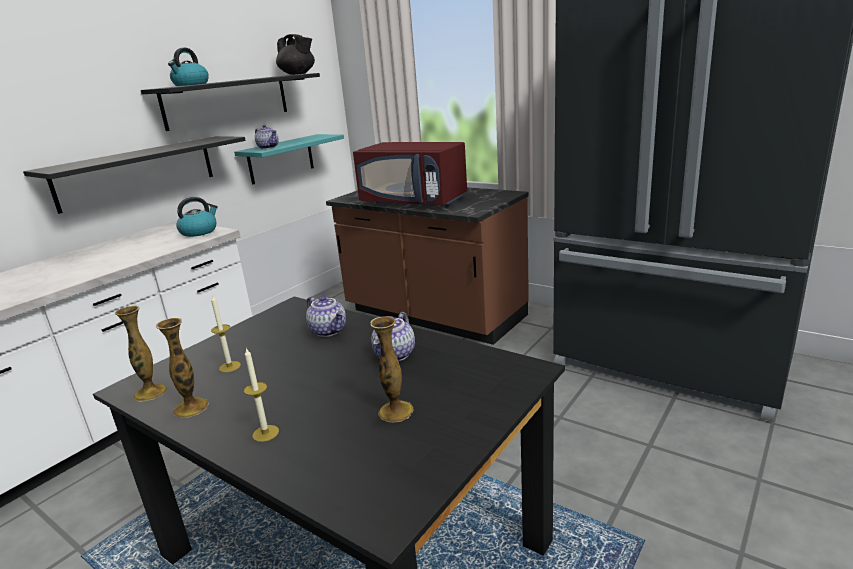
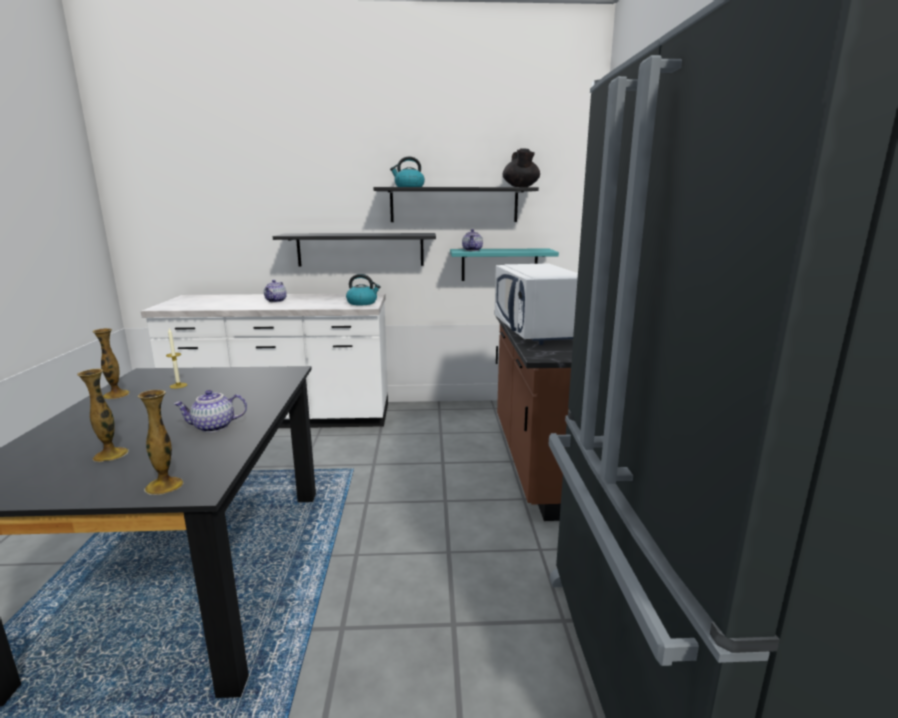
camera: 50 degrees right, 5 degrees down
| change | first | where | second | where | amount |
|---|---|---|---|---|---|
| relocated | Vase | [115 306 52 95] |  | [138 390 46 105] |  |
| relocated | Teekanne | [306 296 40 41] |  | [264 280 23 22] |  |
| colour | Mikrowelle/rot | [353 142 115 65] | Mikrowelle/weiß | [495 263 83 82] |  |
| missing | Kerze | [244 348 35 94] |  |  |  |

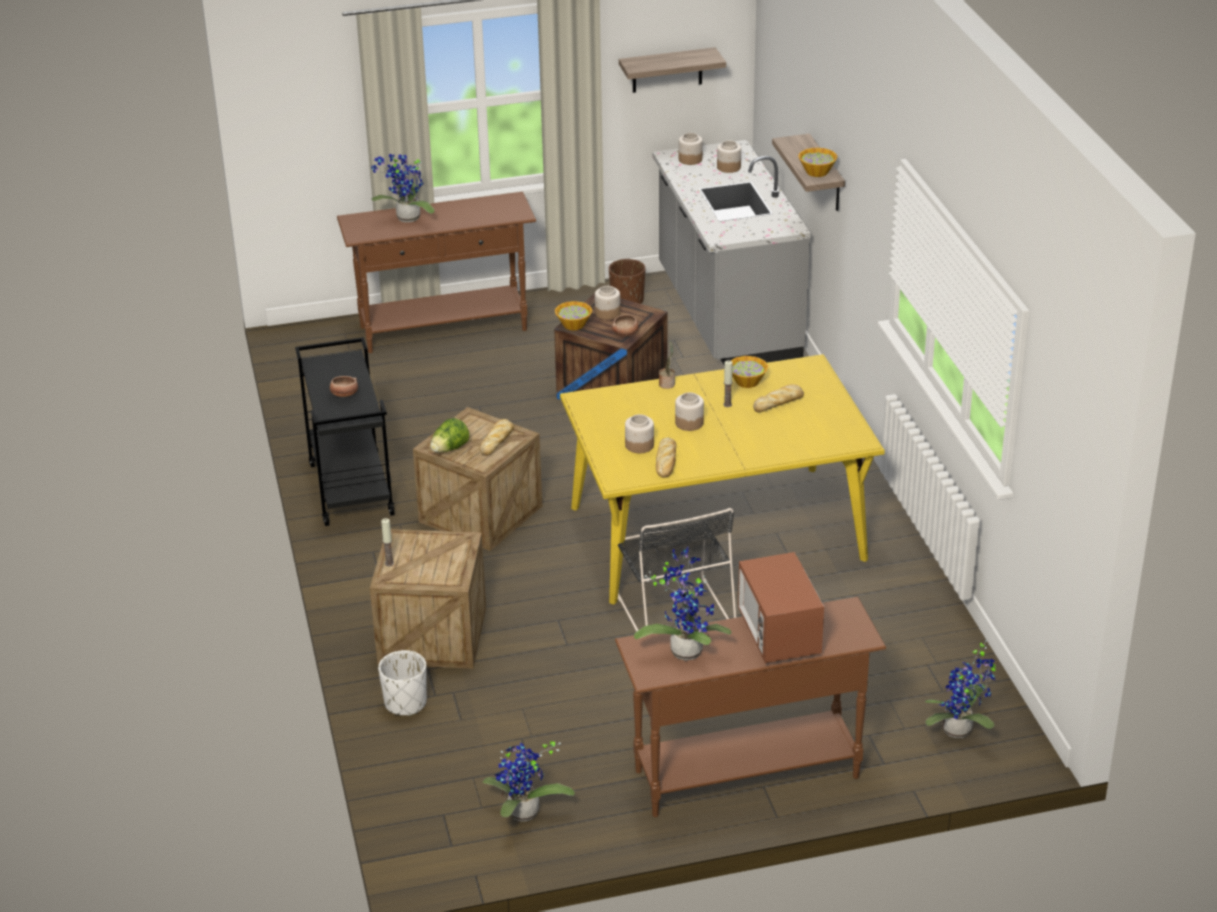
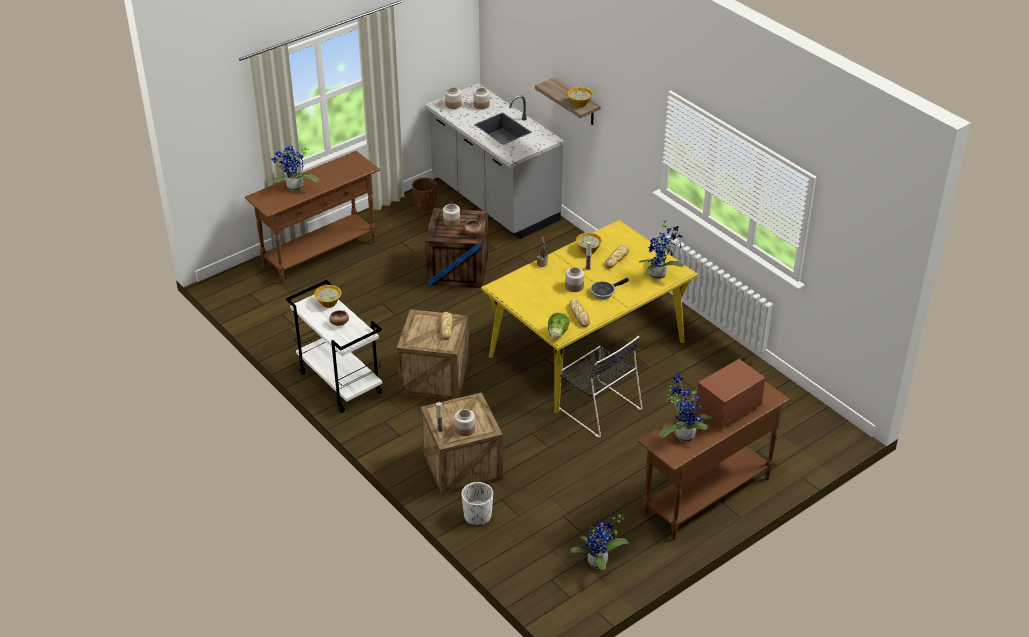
camera: 25 degrees left, 5 degrees up
| change | first | where | second | where | amount |
|---|---|---|---|---|---|
| colour | Rollwagen/schwarz | [295 337 99 189] | Rollwagen/weiß | [286 280 96 133] |  |
| relocated | Schüssel | [555 301 37 29] |  | [314 285 28 23] |  |
| relocated | Vorratsglas | [625 414 29 39] |  | [455 409 20 27] |  |
| relocated | Salatkopf | [430 418 39 35] |  | [548 313 22 26] |  |
| appeared |  |  | Pfanne | [590 278 39 21] |  |
| relocated | Topfpflanze | [925 640 71 98] |  | [639 220 45 59] |  |
| spun | Mikrowelle | [738 552 86 111] |  | [695 359 70 70] | 90 degrees clockwise |
| missing | Wandregal | [619 47 107 46] |  |  |  |

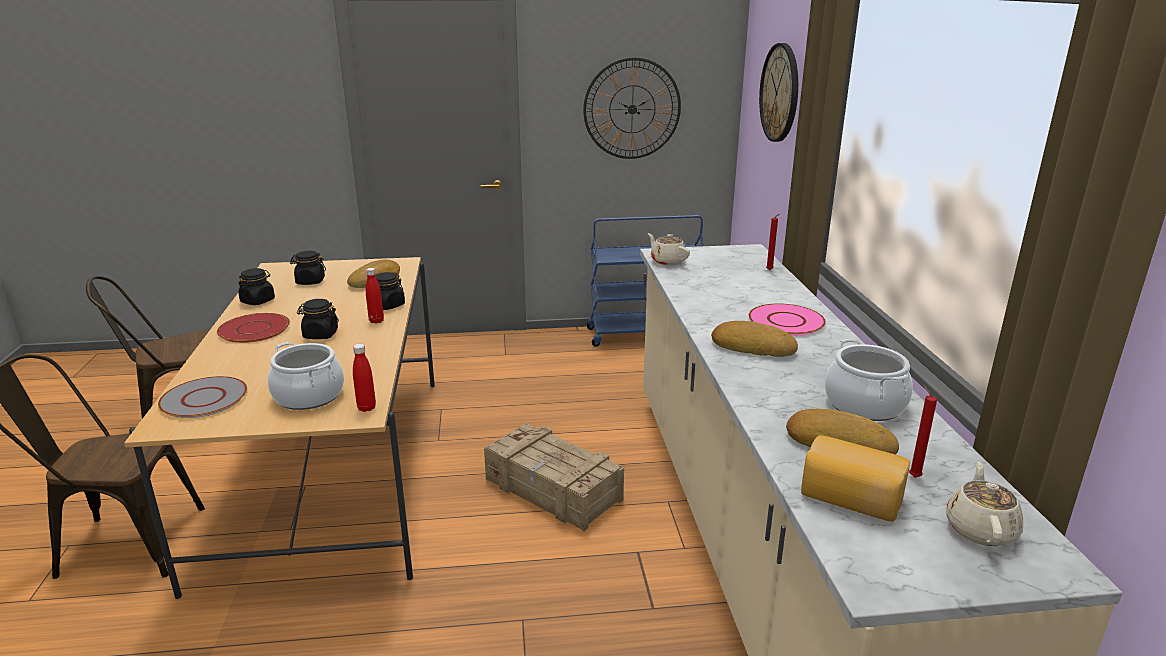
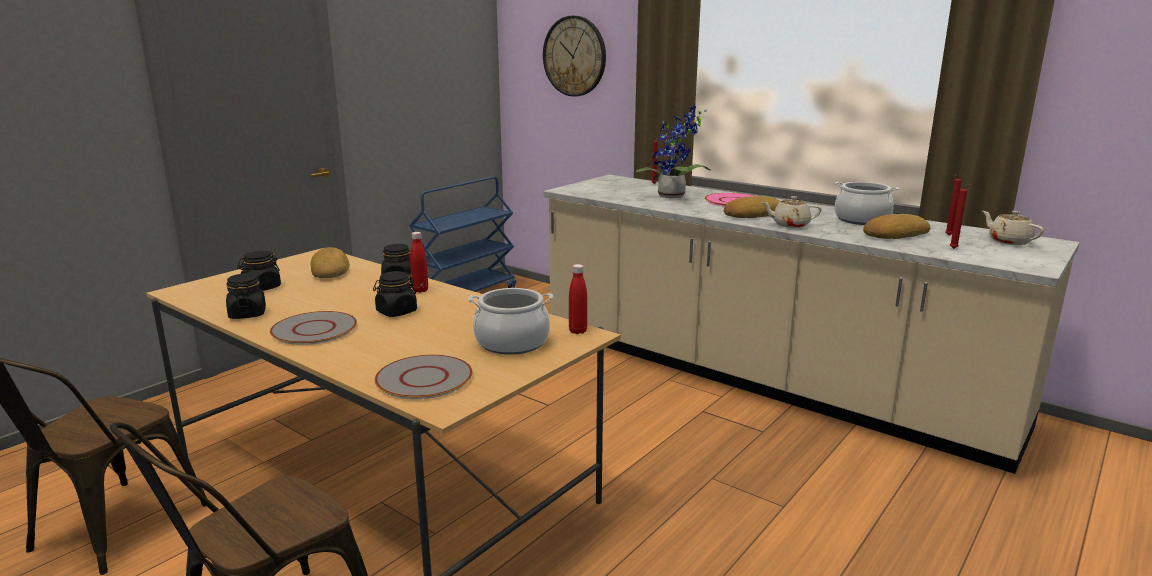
camera: 45 degrees left, 5 degrees down
| change | first | where | second | where | amount |
|---|---|---|---|---|---|
| colour | Teller/rot | [217 313 73 30] | Teller/grau | [270 311 87 34] |  |
| appeared |  |  | Topfpflanze | [635 105 76 94] |  |
| relocated | Teekanne/beige | [648 233 42 33] |  | [762 196 60 32] |  |
| exchanged | Brot | [801 435 109 87] | Kerze/rot | [950 184 21 65] |  |
| missing | Kiste | [484 423 140 108] |  |  |  |
| missing | Wanduhr | [583 57 98 102] |  |  |  |

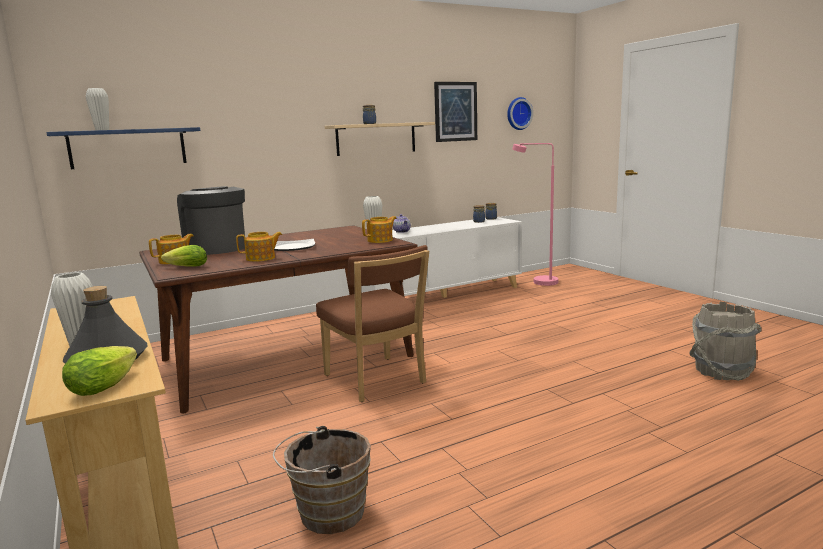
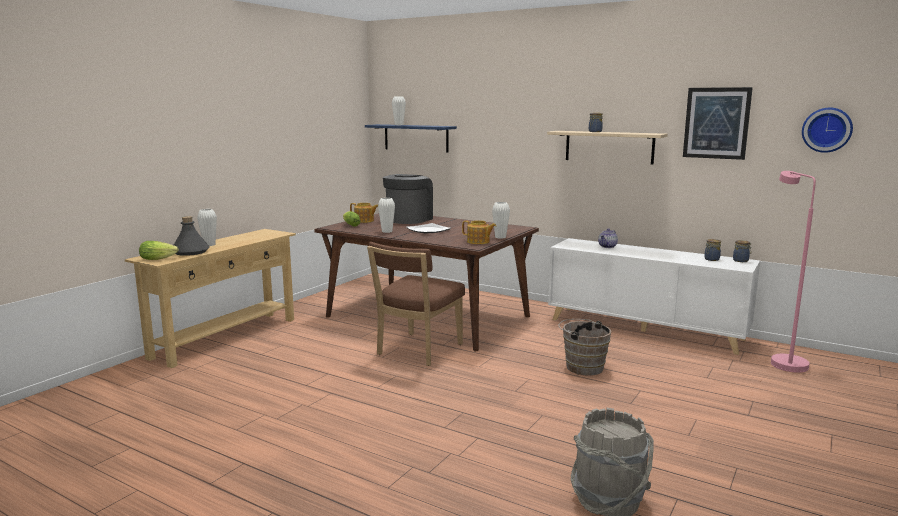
camera: 60 degrees right, 0 degrees up
| change | first | where | second | where | amount |
|---|---|---|---|---|---|
| exchanged | Teekanne | [236 232 46 30] | Vase/weiß | [378 198 17 35] |  |
| relocated | Eimer/braun | [273 426 98 108] |  | [558 319 53 56] |  |

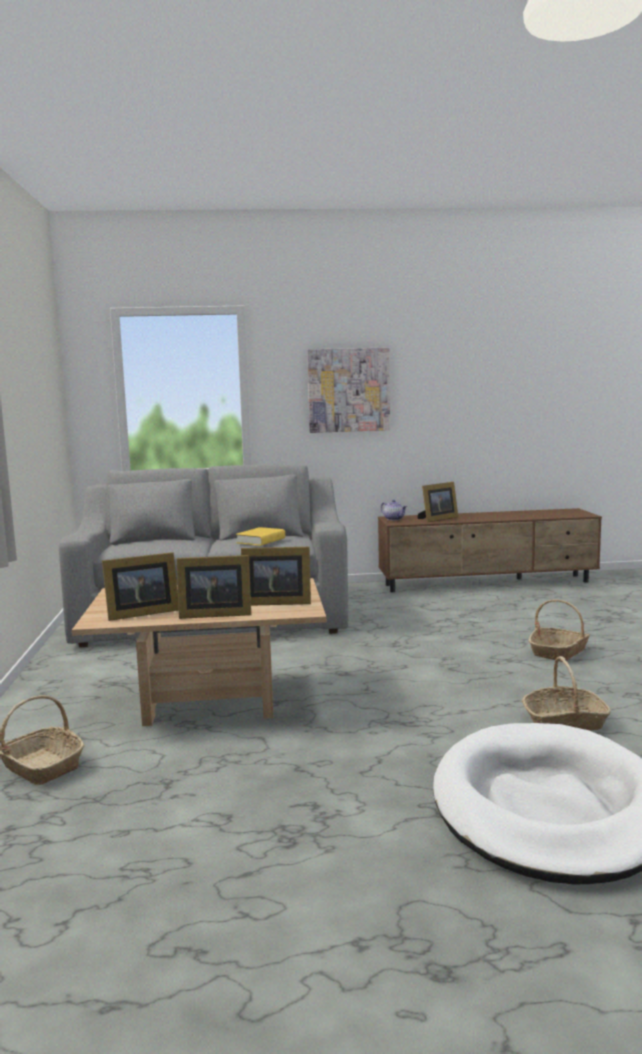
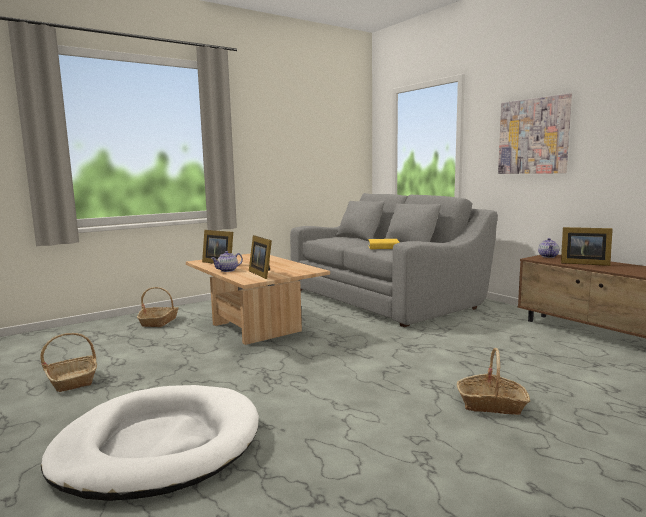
camera: 60 degrees right, 0 degrees up
| change | first | where | second | where | amount |
|---|---|---|---|---|---|
| relocated | Korb | [522 656 89 75] |  | [40 333 57 59] |  |
| exchanged | Bilderrahmen | [177 555 74 64] | Teekanne | [211 251 32 21] |  |

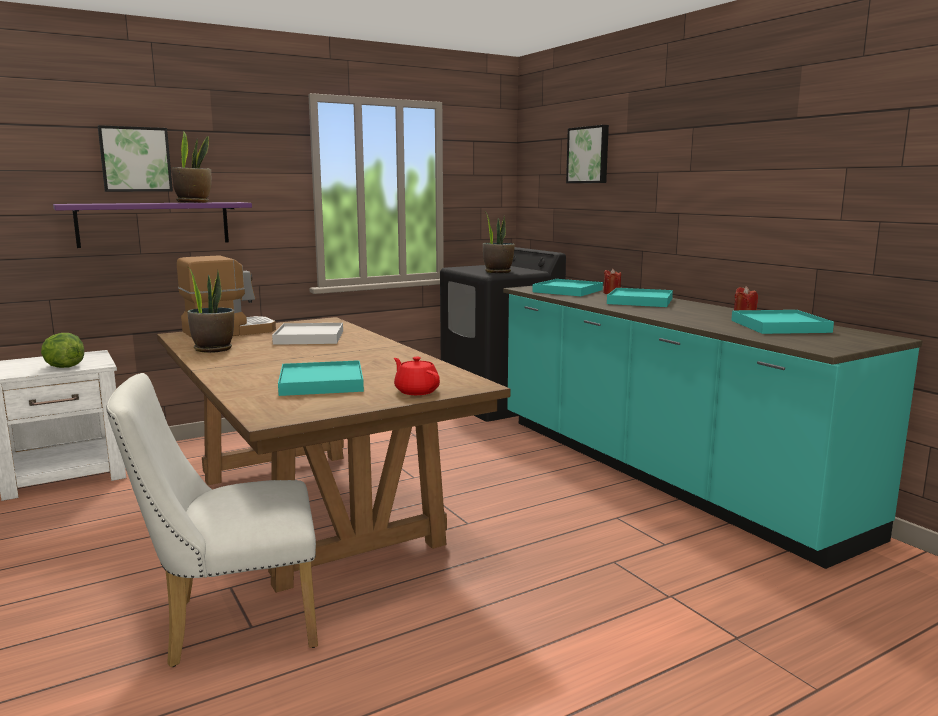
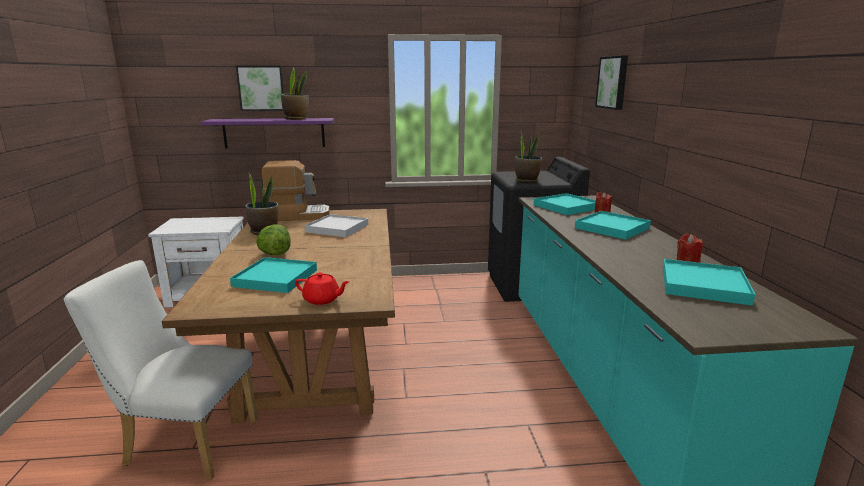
camera: 25 degrees right, 5 degrees up
| change | first | where | second | where | amount |
|---|---|---|---|---|---|
| relocated | Salatkopf | [41 333 43 35] |  | [256 225 35 30] |  |
| spun | Teekanne/rot | [394 357 46 38] |  | [295 272 55 33] | 120 degrees clockwise |

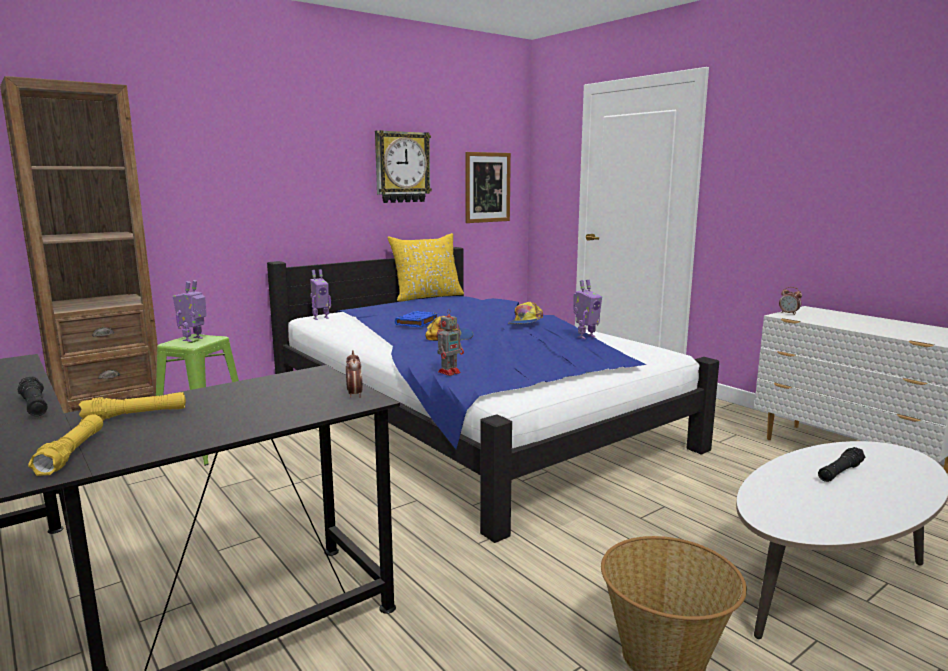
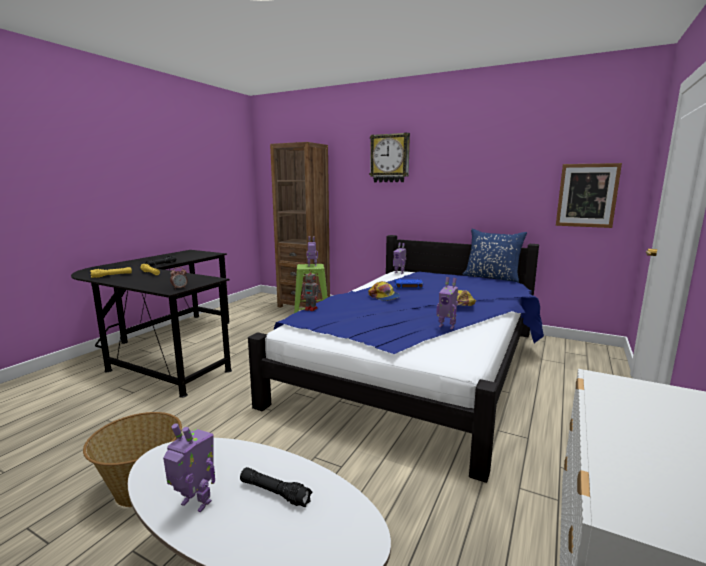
camera: 65 degrees right, 0 degrees up
| change | first | where | second | where | amount |
|---|---|---|---|---|---|
| appeared |  |  | Spielzeugroboter | [163 424 52 88] |  |
| relocated | Wanduhr | [375 130 57 73] |  | [369 133 41 49] |  |
| colour | Kissen/gelb | [387 233 77 68] | Kissen/blau | [463 229 64 53] |  |
| missing | Wecker | [779 287 23 28] |  |  |  |

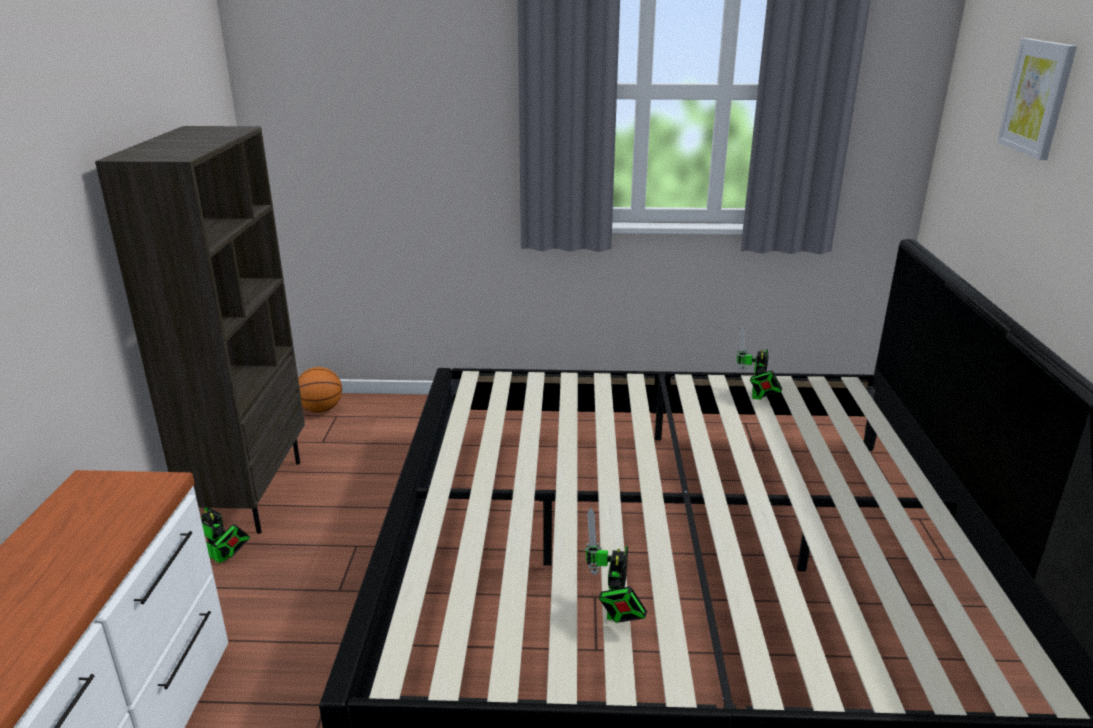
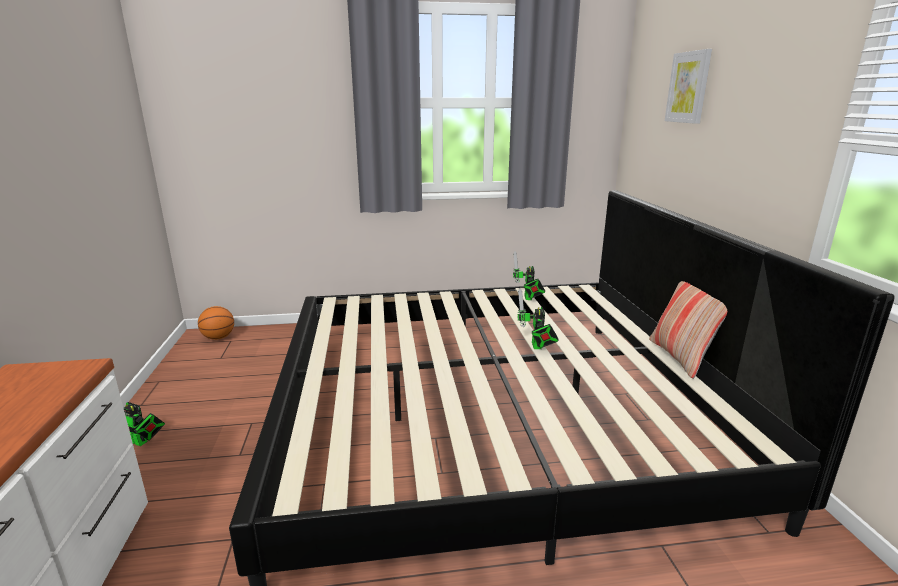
camera: 10 degrees left, 5 degrees down
| change | first | where | second | where | amount |
|---|---|---|---|---|---|
| relocated | Spielzeugroboter | [584 507 63 116] |  | [517 289 41 60] |  |
| appeared |  |  | Kissen | [649 281 78 98] |  |
| missing | Bücherregal/braun | [95 126 210 408] |  |  |  |

